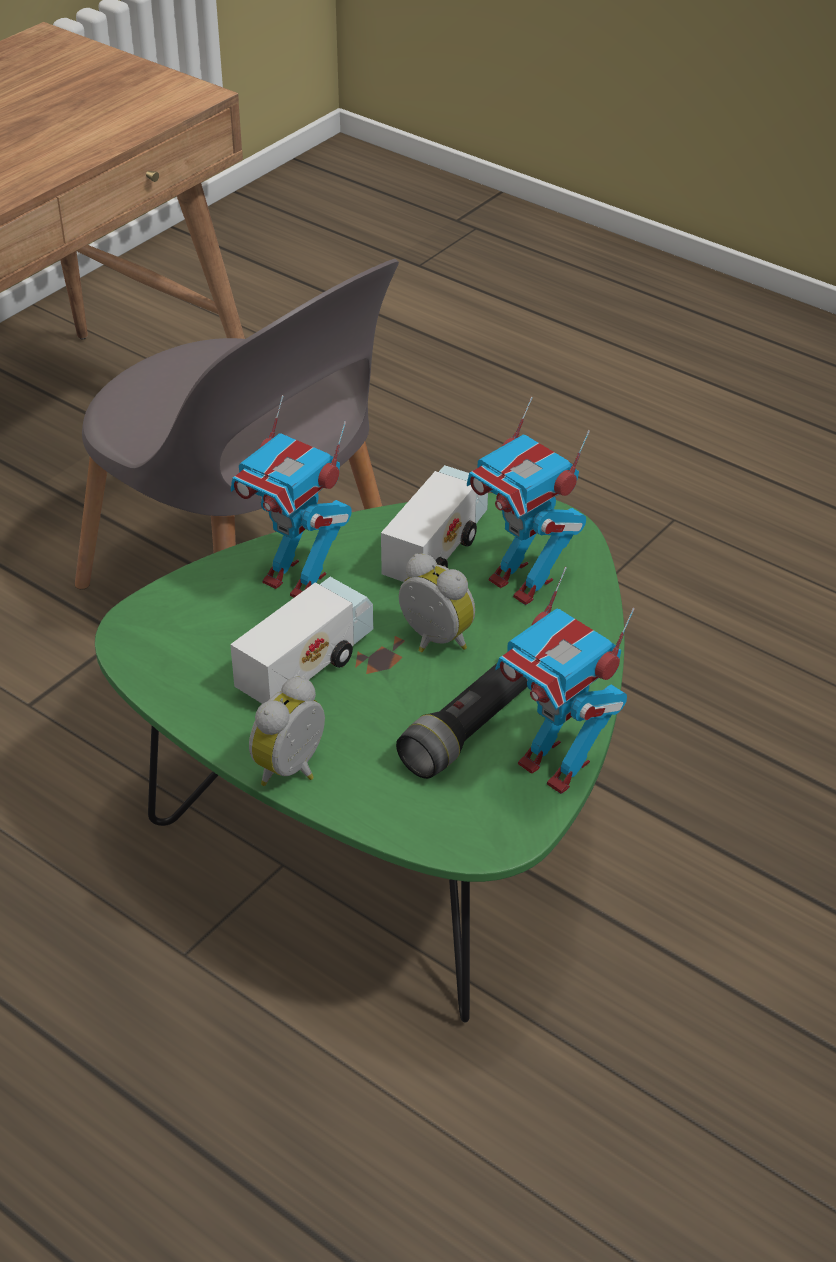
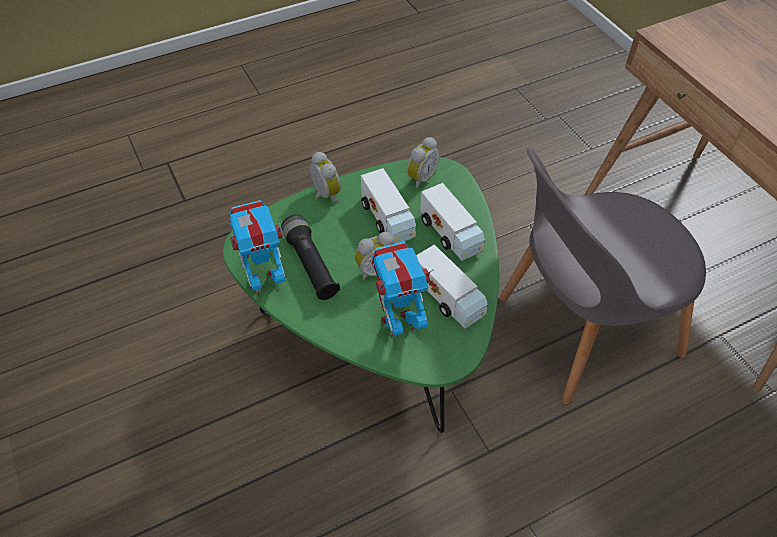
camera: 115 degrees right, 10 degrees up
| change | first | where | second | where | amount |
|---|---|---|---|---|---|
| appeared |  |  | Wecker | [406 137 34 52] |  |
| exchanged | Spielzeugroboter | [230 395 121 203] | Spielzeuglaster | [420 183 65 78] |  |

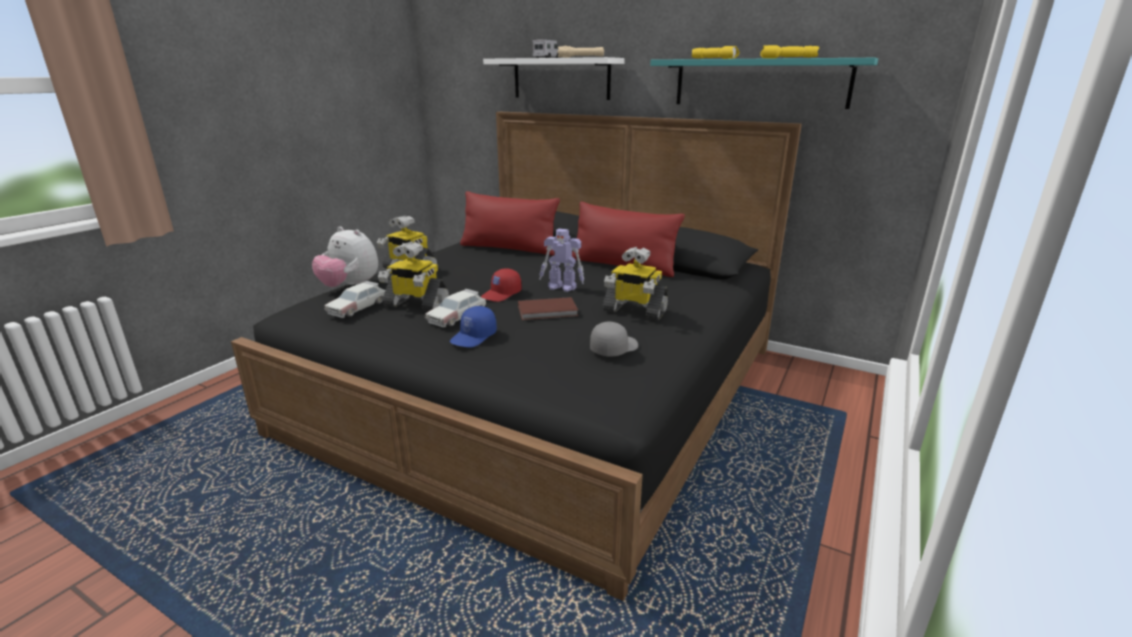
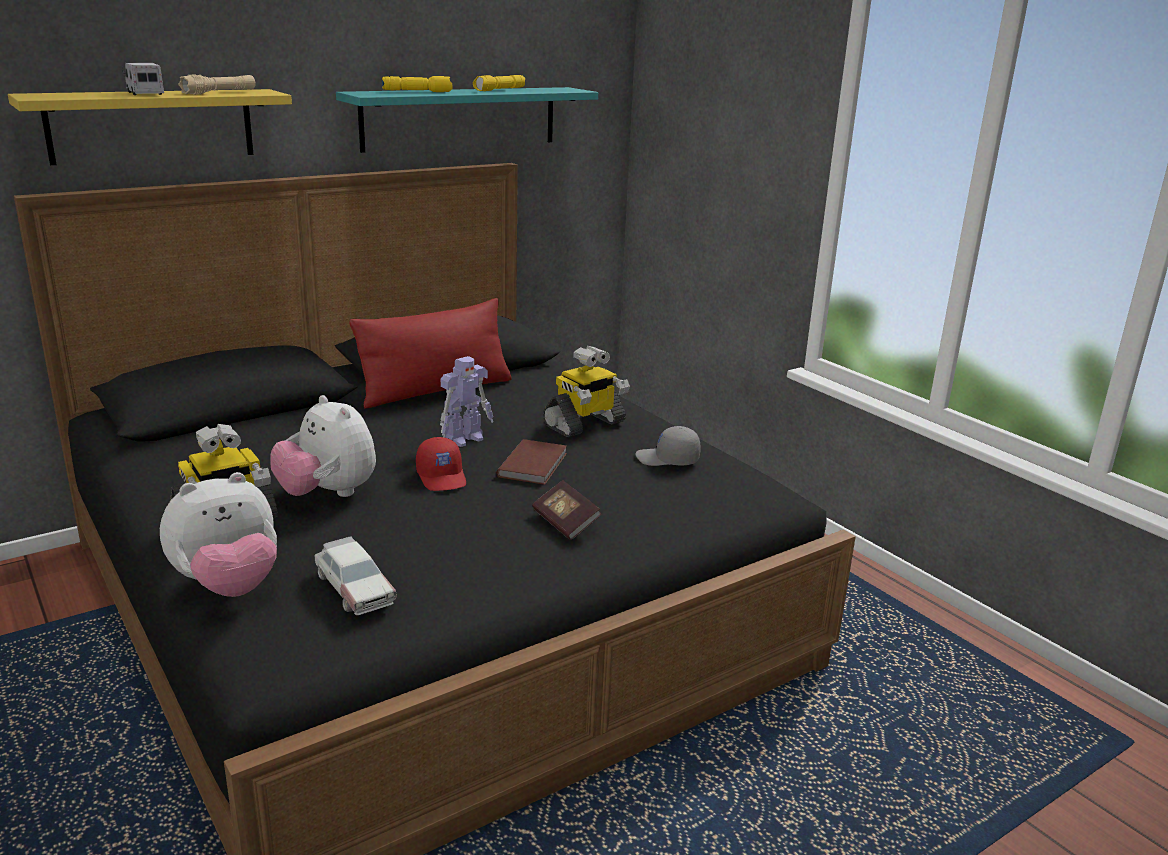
camera: 65 degrees left, 0 degrees up
| change | first | where | second | where | amount |
|---|---|---|---|---|---|
| colour | Wandregal/weiß | [483 57 142 43] | Wandregal/gelb | [8 89 284 76] |  |
| appeared |  |  | Plüschtier | [270 395 106 102] |  |
| exchanged | Kappe/blau | [450 306 47 41] | Buch | [532 481 69 59] |  |
| spun | Kappe/grau | [590 322 48 35] |  | [636 426 65 40] | 60 degrees counterclockwise |
| missing | Spielzeugroboter | [378 242 72 70] |  |  |  |
| missing | Spielzeugauto | [425 289 61 38] |  |  |  |
| missing | Kissen/rot | [460 191 100 64] |  |  |  |

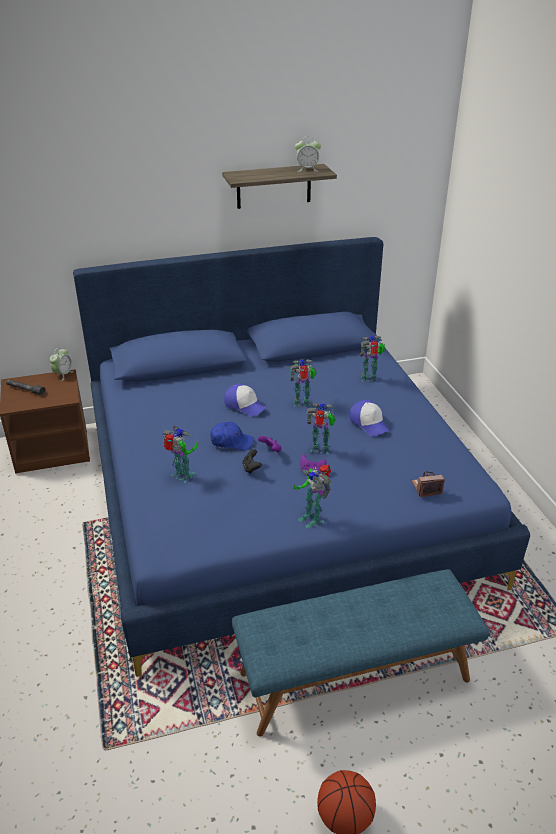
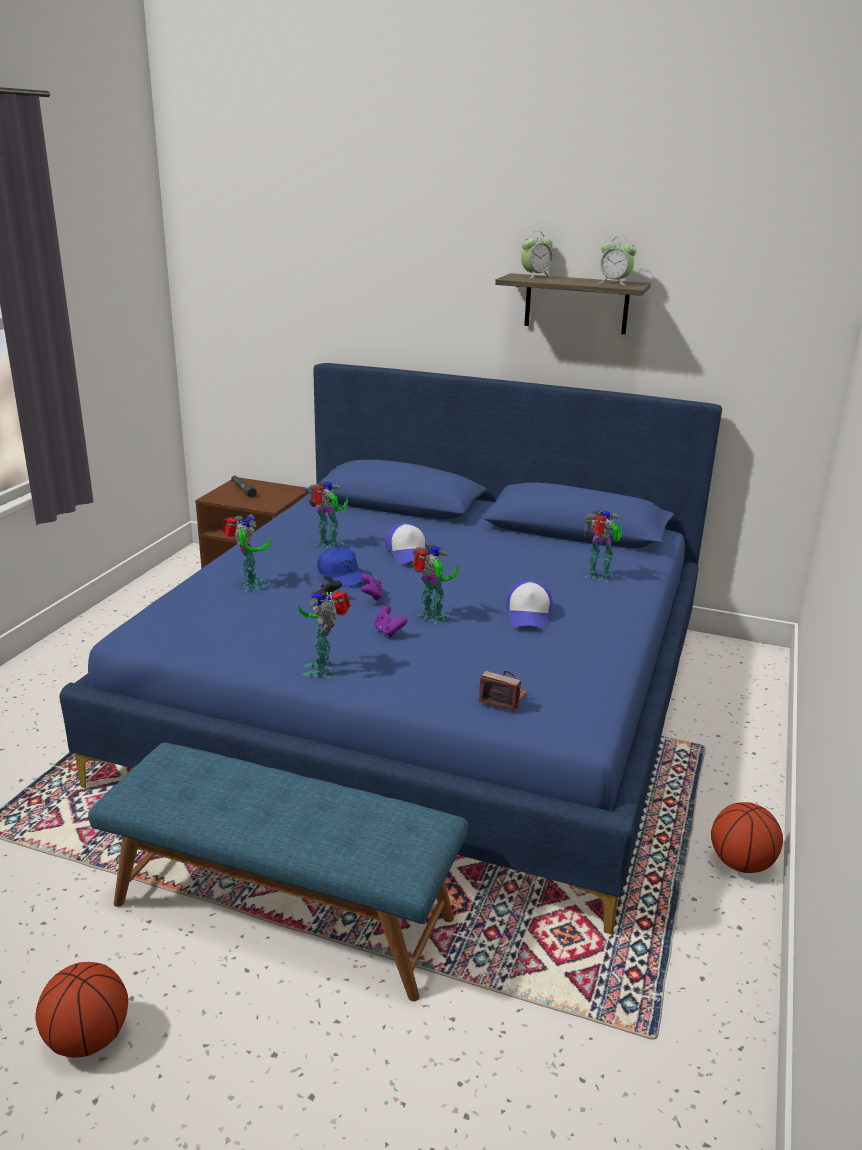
camera: 35 degrees right, 10 degrees down
| change | first | where | second | where | amount |
|---|---|---|---|---|---|
| relocated | Spielzeugroboter | [290 359 27 48] |  | [308 481 40 67] |  |
| relocated | Wecker | [50 348 24 33] |  | [521 231 32 47] |  |
| appeared |  |  | Basketball | [711 802 72 71] |  |

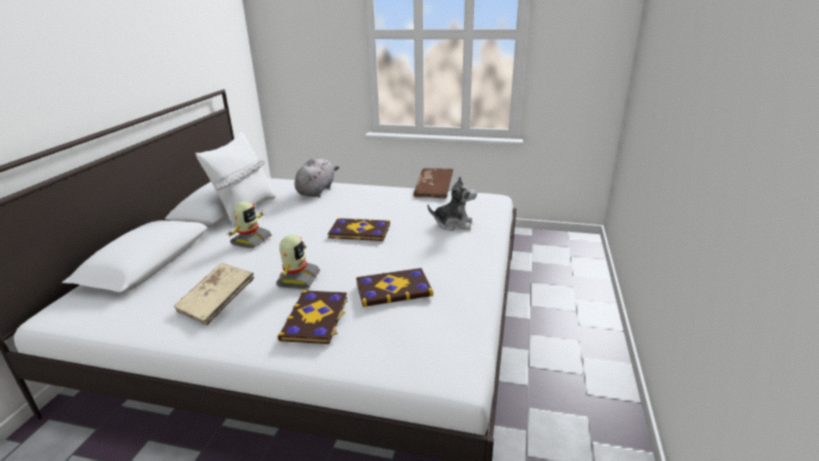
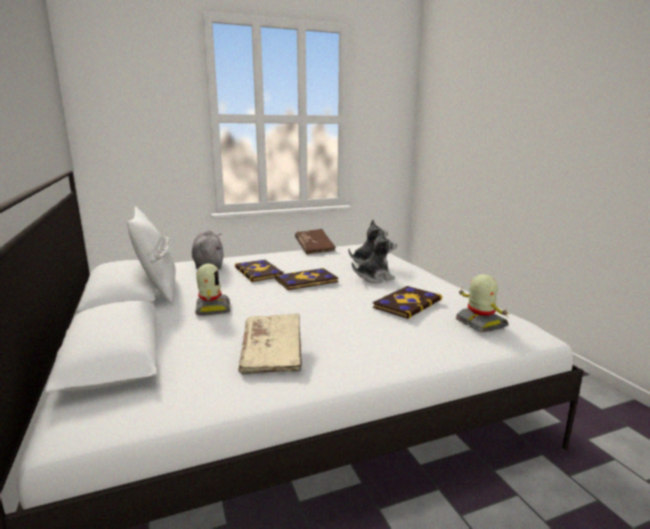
camera: 35 degrees left, 10 degrees down
| change | first | where | second | where | amount |
|---|---|---|---|---|---|
| relocated | Buch | [277 290 71 54] |  | [235 260 49 22] |  |
| appeared |  |  | Plüschtier | [352 230 45 53] |  |
| relocated | Spielzeugroboter | [276 235 44 54] |  | [456 274 53 59] |  |

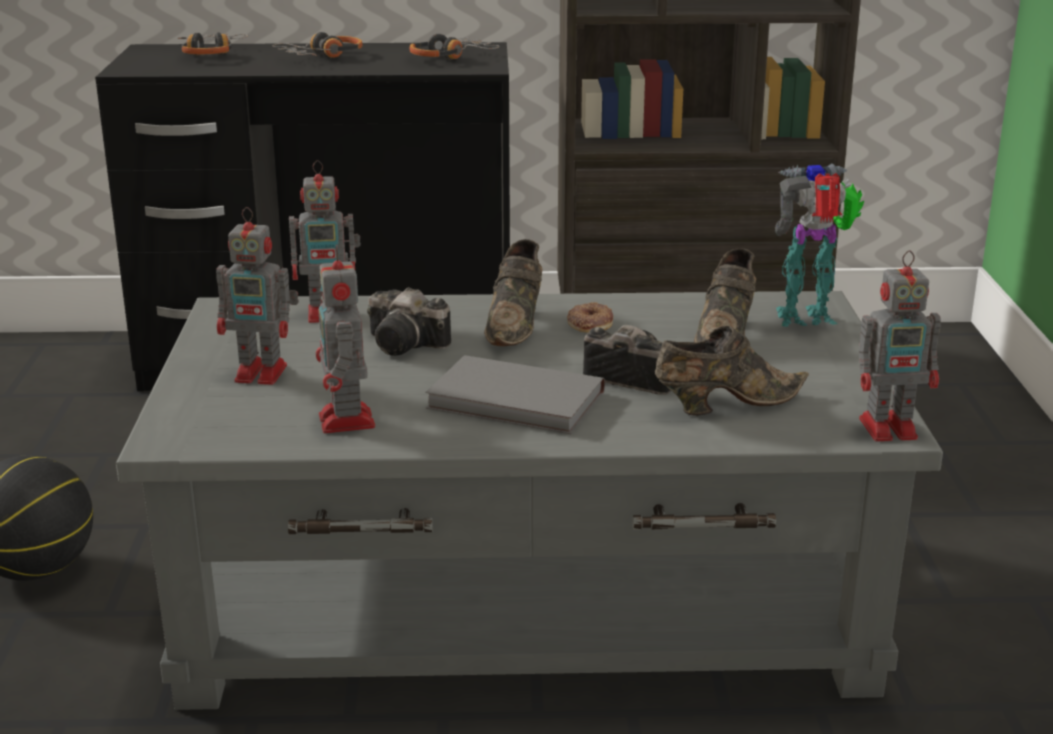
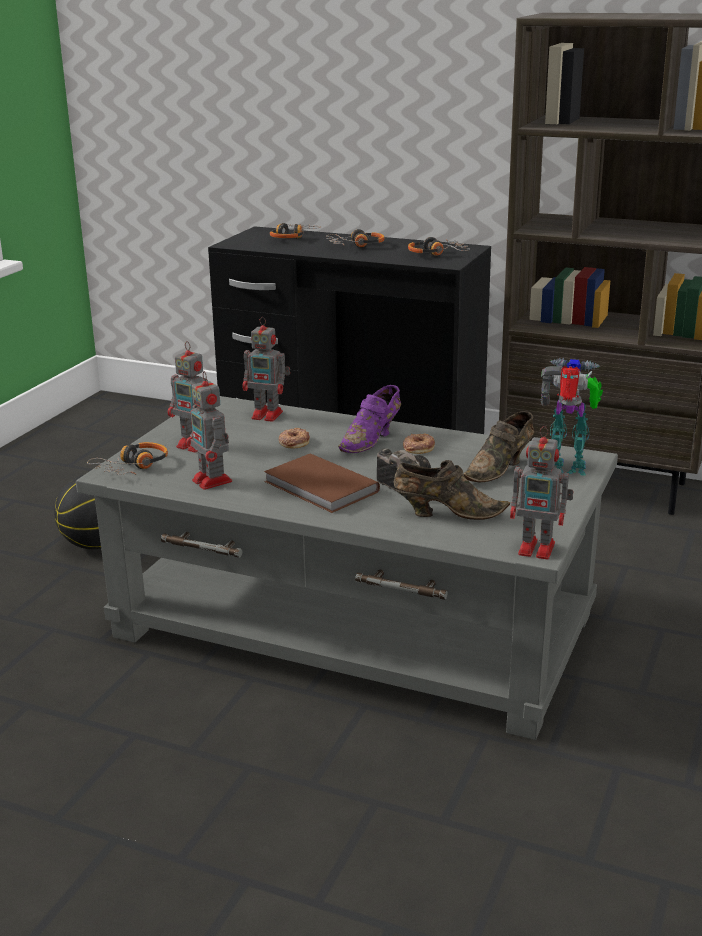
camera: 25 degrees right, 0 degrees up
| change | first | where | second | where | amount |
|---|---|---|---|---|---|
| appeared |  |  | Kopfhörer | [87 442 81 33] |  |
| spun | Spielzeugroboter | [316 244 59 190] |  | [186 371 46 119] | 45 degrees counterclockwise |
| colour | Buch/grau | [425 355 180 79] | Buch/braun | [264 454 116 59] |  |
| exchanged | Kamera | [367 287 84 69] | Donut | [279 428 31 20] |  |
| colour | Schuh/braun | [484 239 58 107] | Schuh/lila | [338 385 63 68] |  |

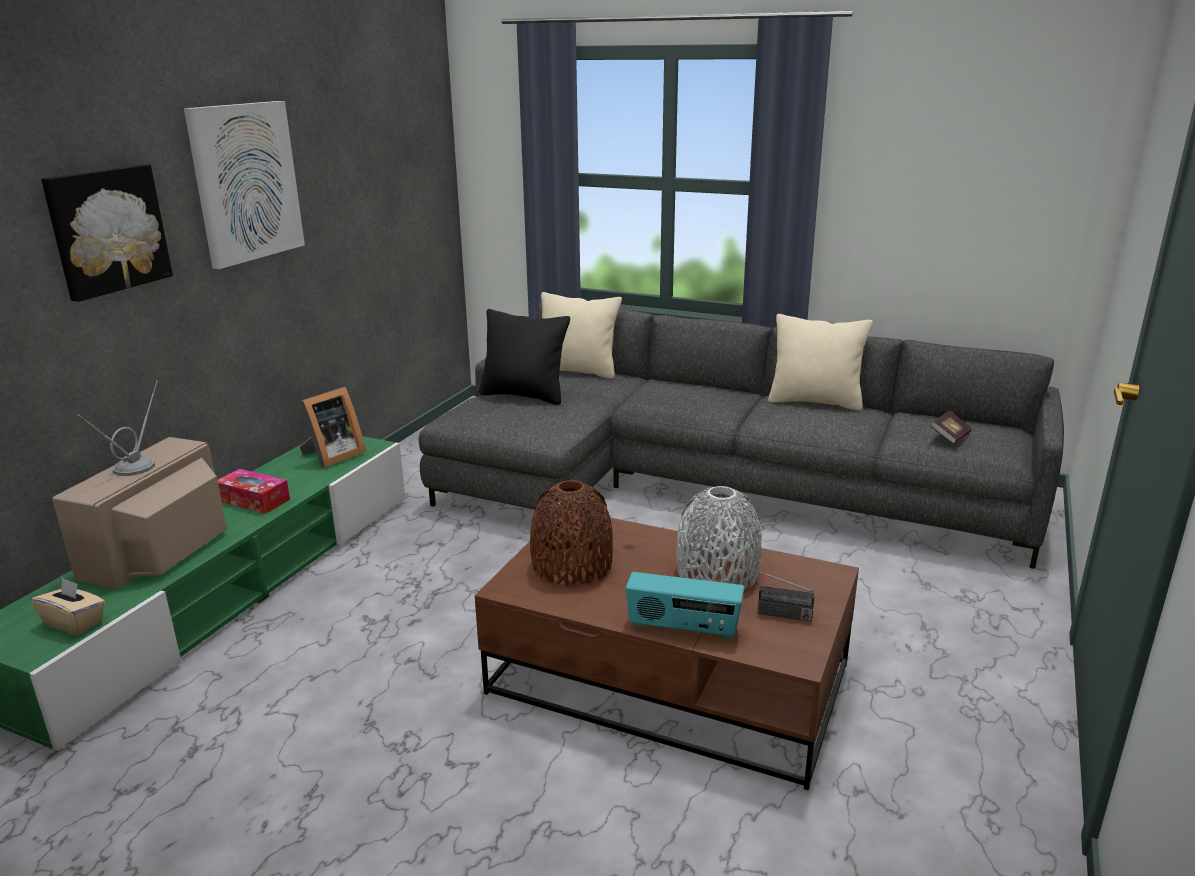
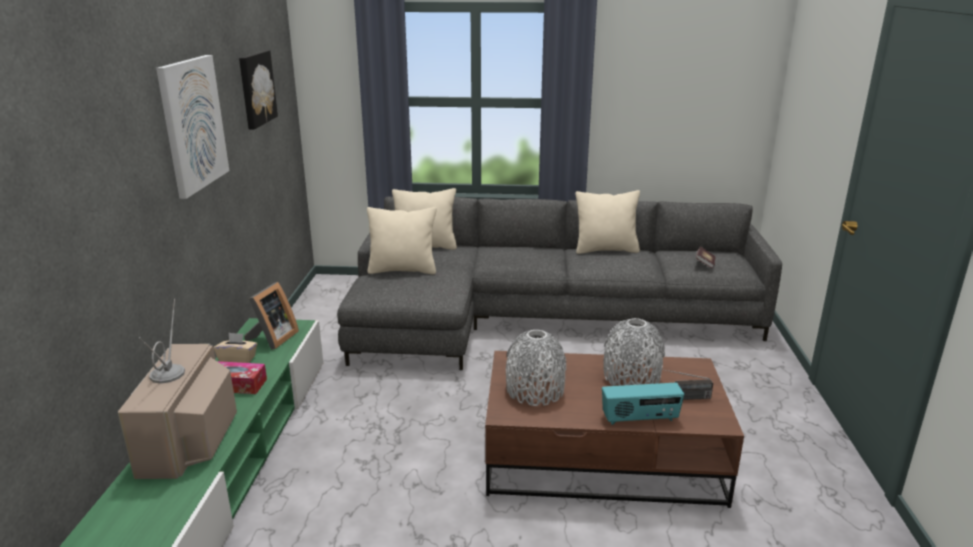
camera: 20 degrees left, 0 degrees up
| change | first | where | second | where | amount |
|---|---|---|---|---|---|
| relocated | Taschentuchbox/beige | [31 578 74 57] |  | [214 333 43 30] |  |
| relocated | Bild | [41 164 132 138] |  | [239 50 39 80] |  |
| colour | Kissen/schwarz | [479 309 91 96] | Kissen/beige | [367 207 70 67] |  |
| colour | Vase/braun | [530 480 83 106] | Vase/grau | [506 330 60 76] |  |

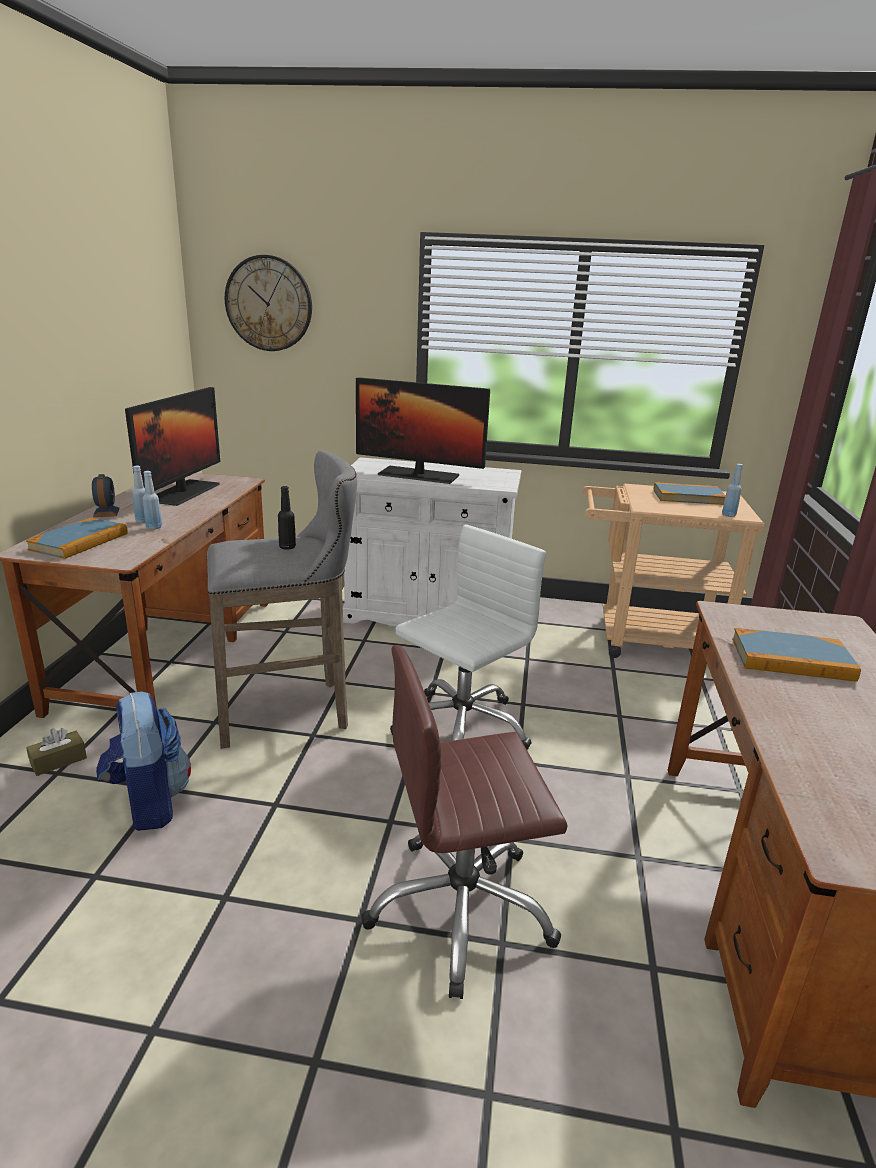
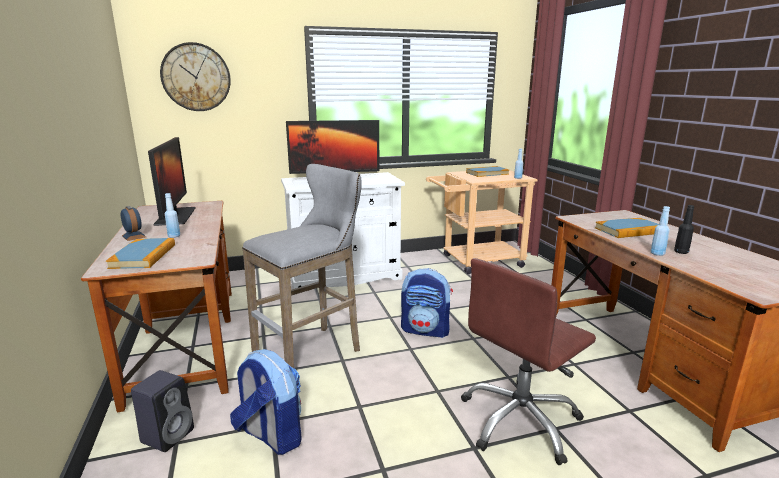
camera: 25 degrees left, 5 degrees down
| change | first | where | second | where | amount |
|---|---|---|---|---|---|
| exchanged | Taschentuchbox/braun | [26 728 61 48] | Lautsprecher/schwarz | [131 370 63 82] |  |
| exchanged | Bürostuhl/weiß | [390 524 156 225] | Rucksack | [401 268 52 70] |  |
| relocated | Flasche/blau | [143 471 19 59] |  | [651 206 19 50] |  |
| relocated | Flasche/schwarz | [278 486 18 63] |  | [674 205 20 49] |  |

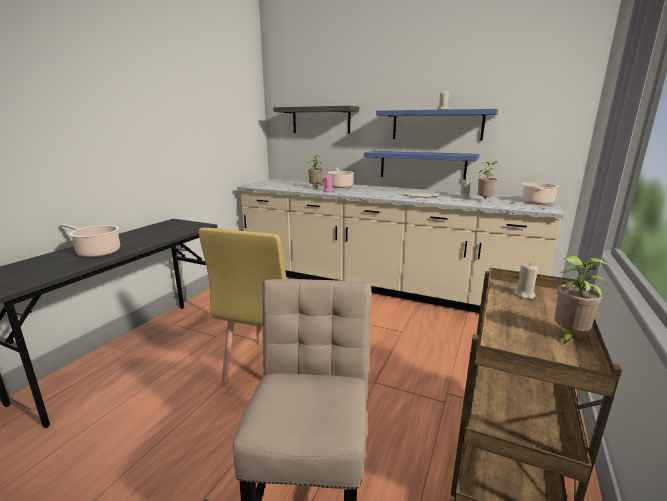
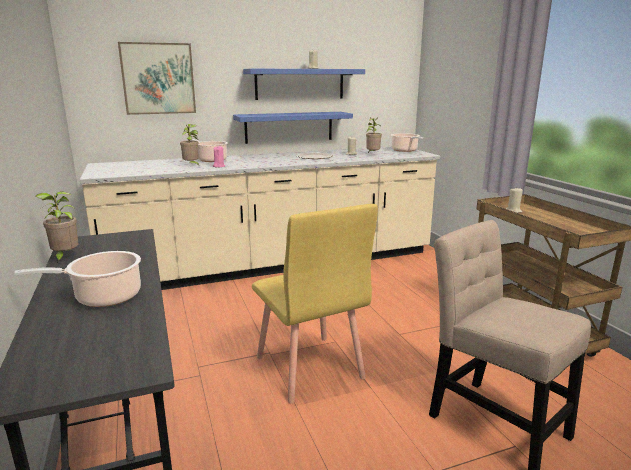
camera: 45 degrees left, 0 degrees up
| change | first | where | second | where | amount |
|---|---|---|---|---|---|
| relocated | Topfpflanze | [554 256 55 88] |  | [36 191 43 72] |  |
| exchanged | Wandregal | [273 106 86 27] | Bild | [118 42 78 73] |  |

